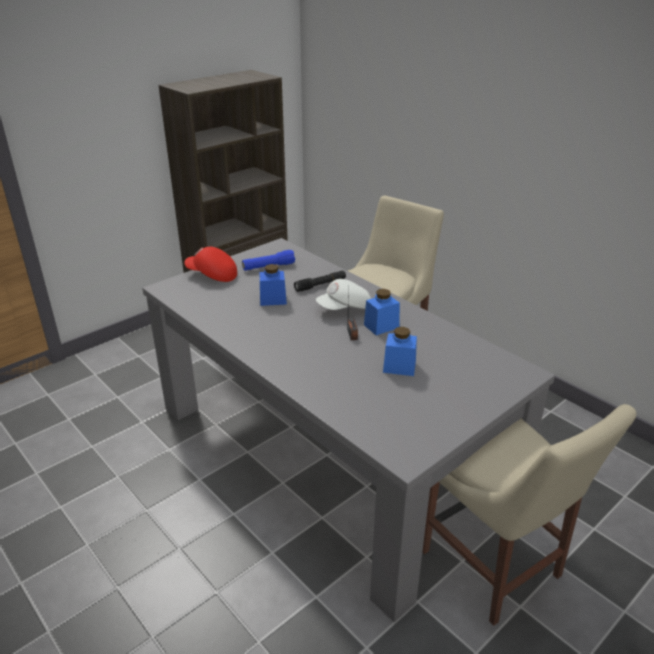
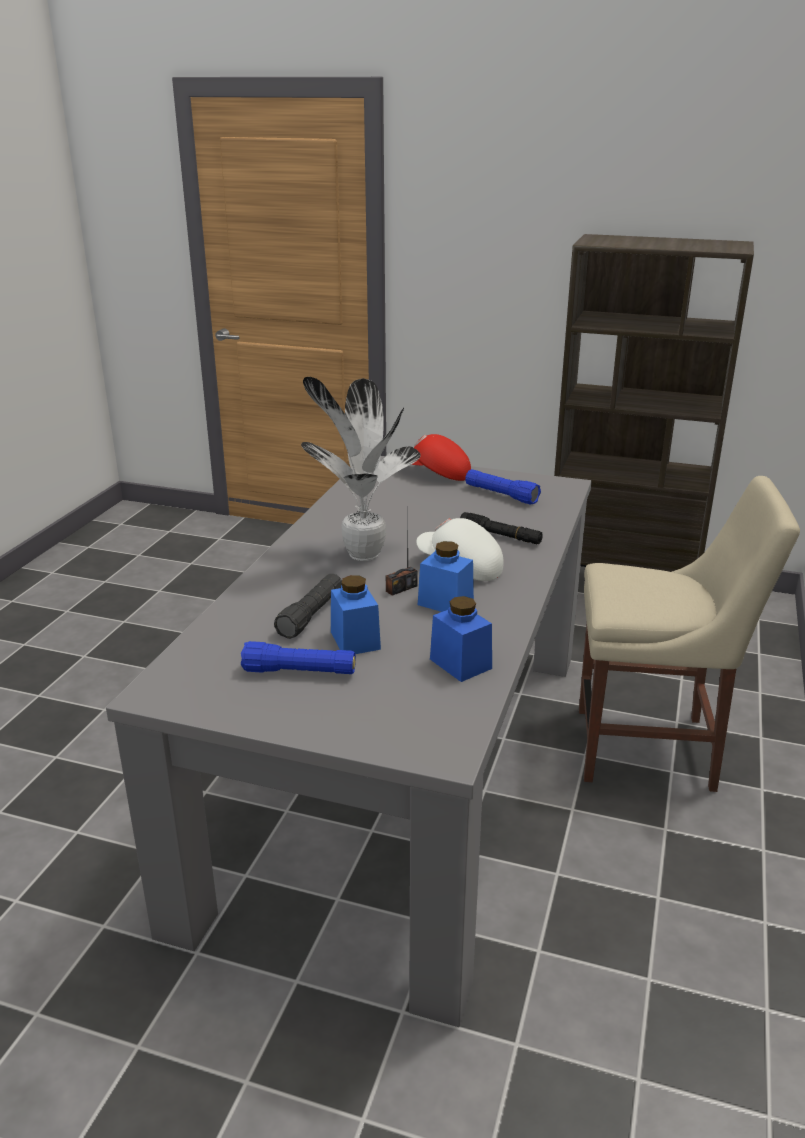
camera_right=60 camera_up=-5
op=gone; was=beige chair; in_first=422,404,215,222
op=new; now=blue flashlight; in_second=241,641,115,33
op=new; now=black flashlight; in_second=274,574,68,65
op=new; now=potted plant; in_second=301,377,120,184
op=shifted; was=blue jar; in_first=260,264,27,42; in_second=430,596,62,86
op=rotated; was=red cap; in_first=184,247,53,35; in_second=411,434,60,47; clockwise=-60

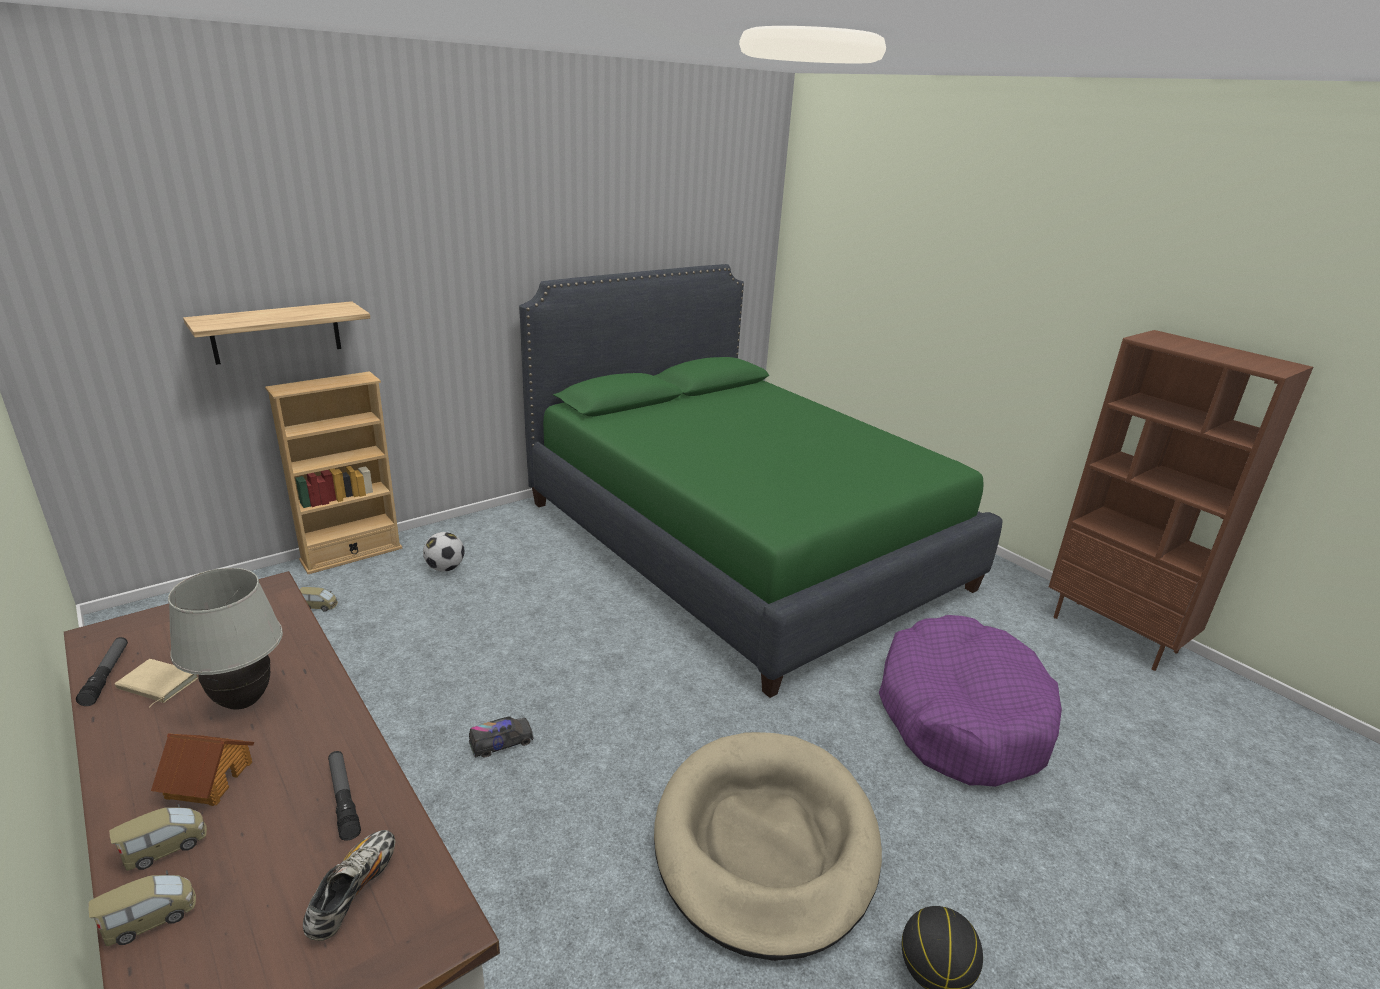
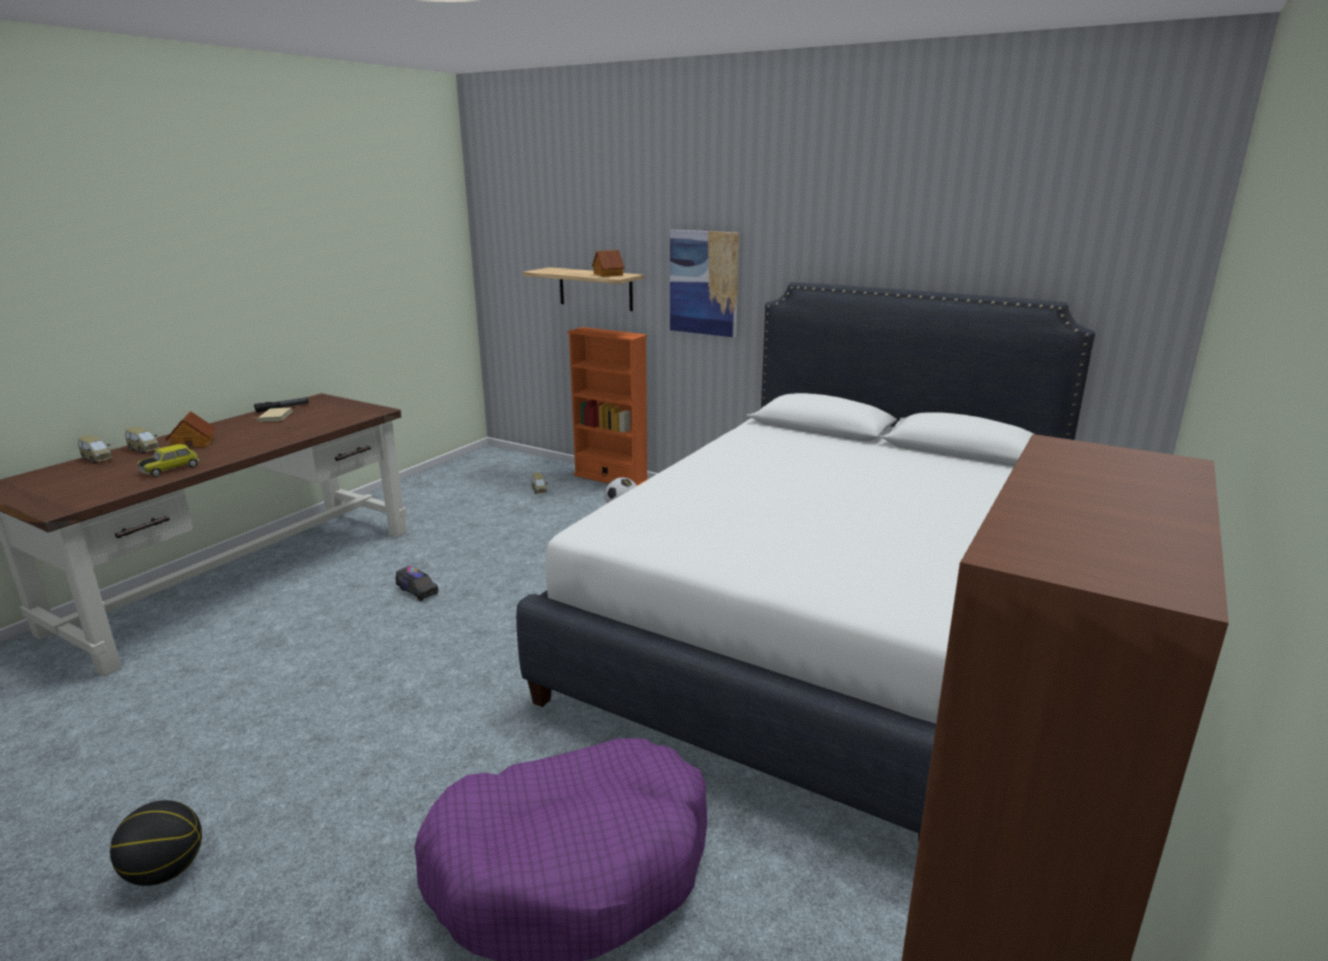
camera_right=70 camera_up=-5
op=gone; was=white table lamp; in_first=168,568,115,142
op=gone; was=shoe; in_first=303,830,92,111
op=gone; was=beige dog bed; in_first=654,732,228,229
op=new; now=toy house; in_second=592,250,33,27
op=new; now=picture; in_second=670,230,69,107
op=swapped; was=flashlight; now=toy car; in_first=328,751,33,90; in_second=137,444,62,33
op=repainted; was=beige bookcase; now=orange bookcase; in_first=265,372,137,202; in_second=567,327,81,159
op=repainted; was=green bed; now=white bed; in_first=519,264,484,434; in_second=516,282,579,563

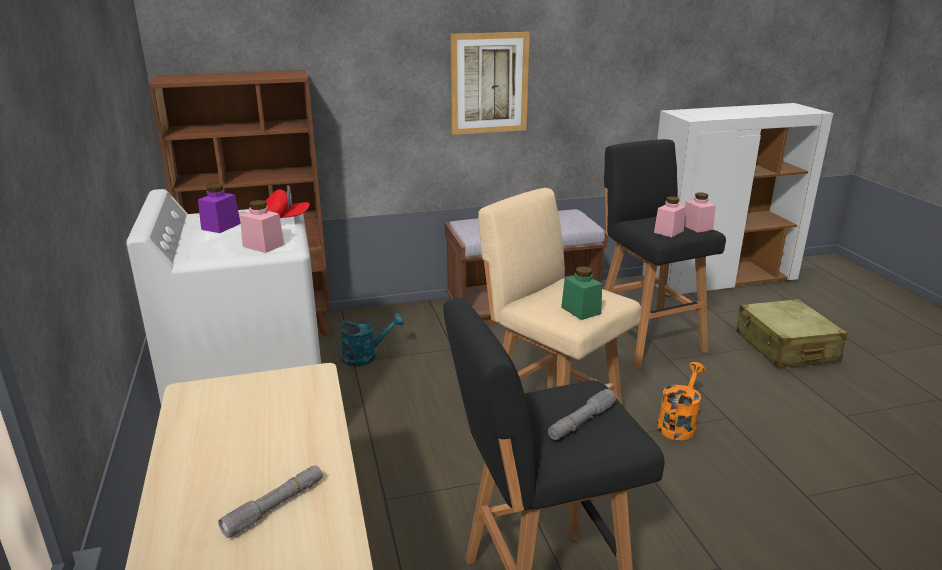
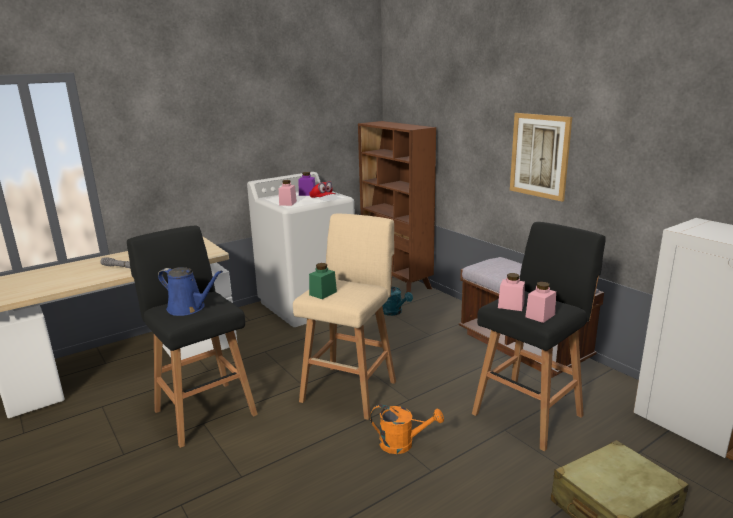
camera_right=70 camera_up=-5
op=swapped; was=grey flashlight; now=blue watering can; in_first=548,389,68,51; in_second=158,267,65,49

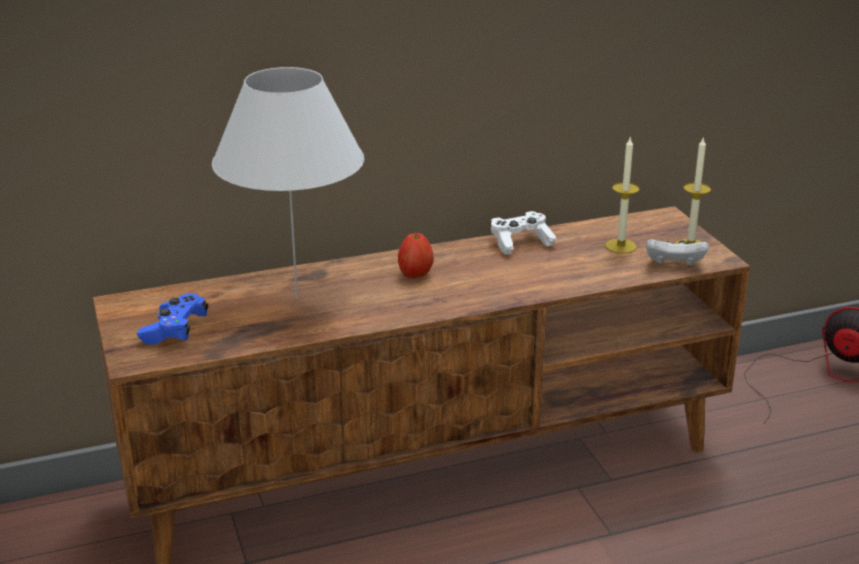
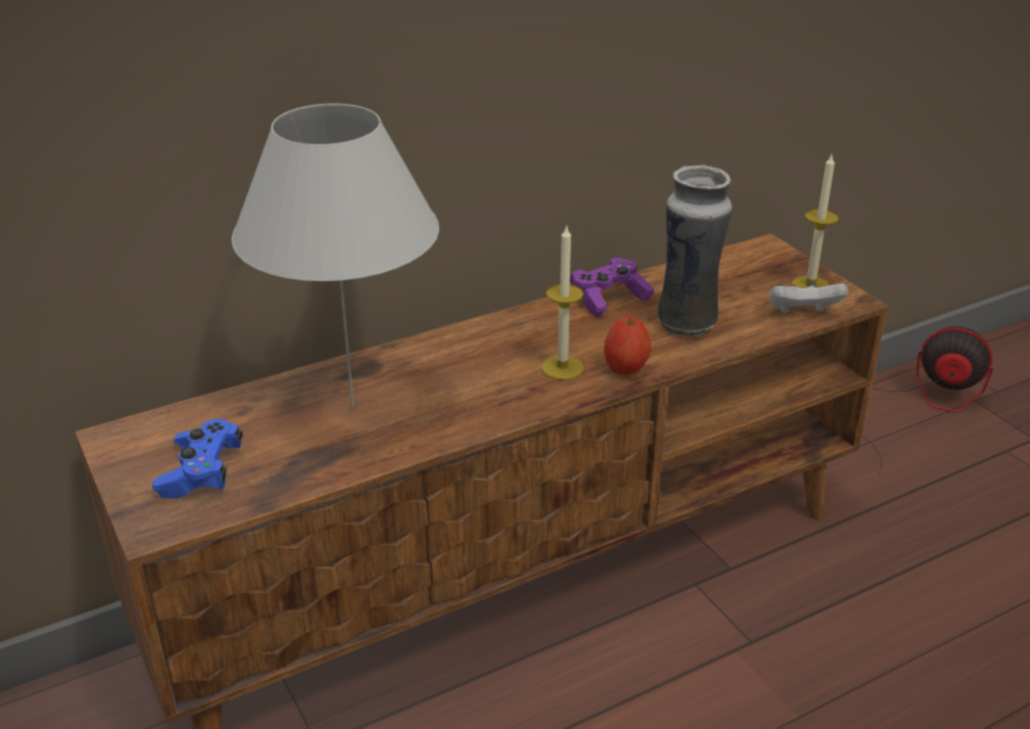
camera_right=-10 camera_up=5
op=new; now=vase; in_second=657,165,75,172
op=shifted; was=apple; in_first=398,233,36,45; in_second=604,317,47,58
op=shifted; was=candle; in_first=605,136,35,118; in_second=542,224,42,156
op=repainted; was=white game controller; now=purple game controller; in_first=490,211,67,44; in_second=570,257,84,60

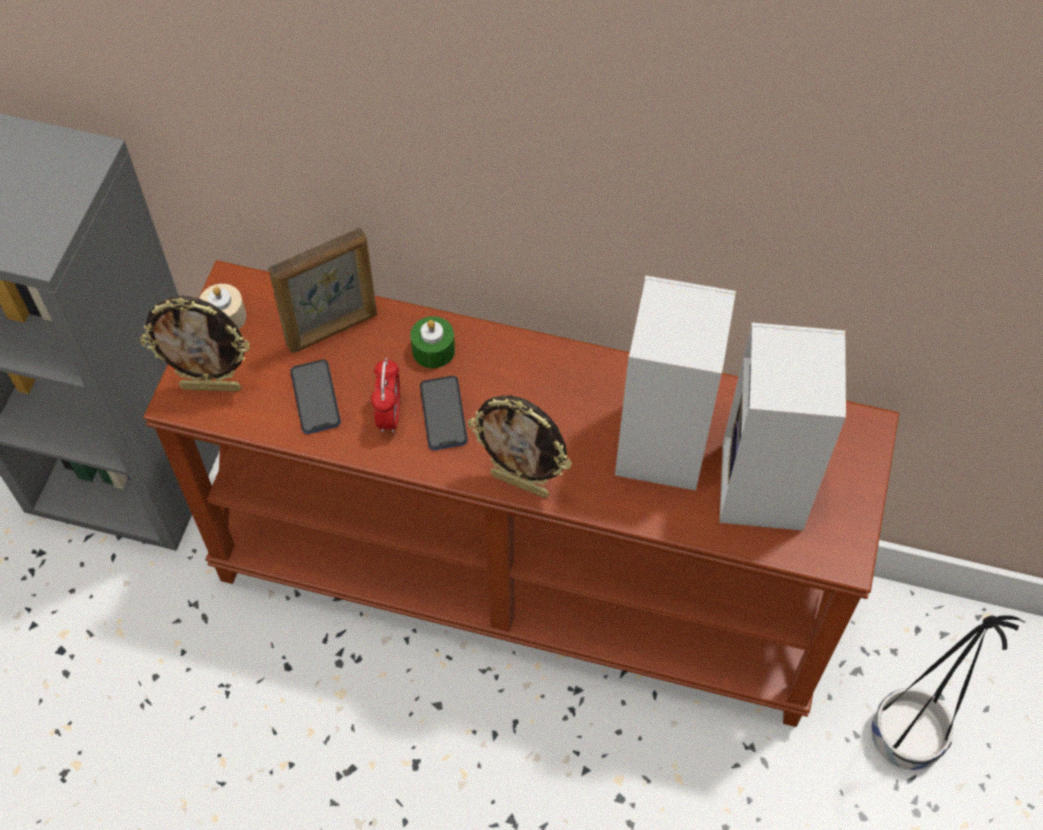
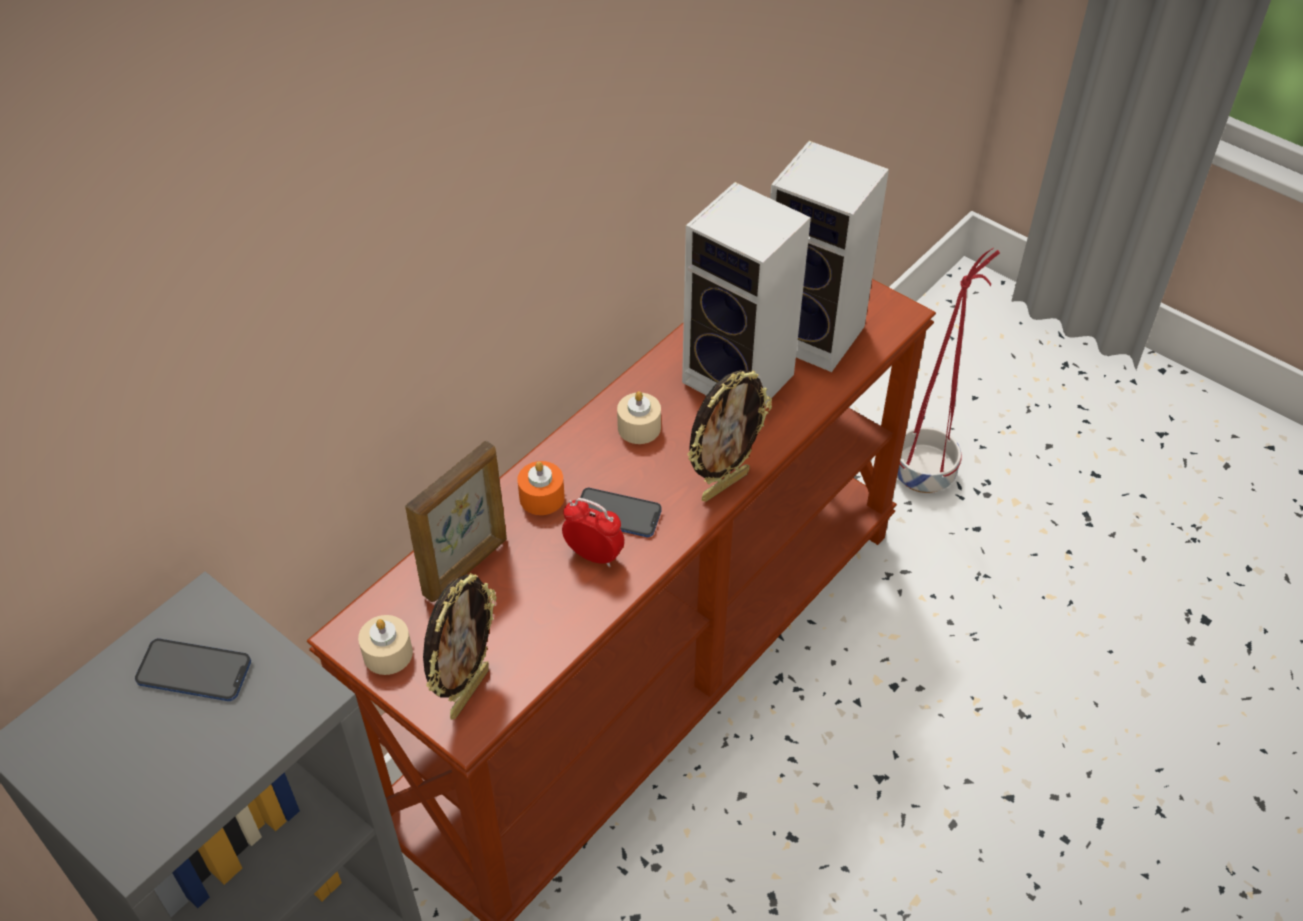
camera_right=-65 camera_up=-10
op=new; now=beige candle; in_second=617,391,44,53
op=shifted; was=phone; in_first=290,359,51,75; in_second=135,638,116,63
op=repainted; was=green candle; now=orange candle; in_first=410,316,45,52; in_second=517,461,48,54
op=repainted; was=black planter; now=red planter; in_first=871,615,154,155; in_second=897,248,103,245
op=rotated; was=picture frame; in_first=268,228,109,125; in_second=405,441,102,161; clockwise=45

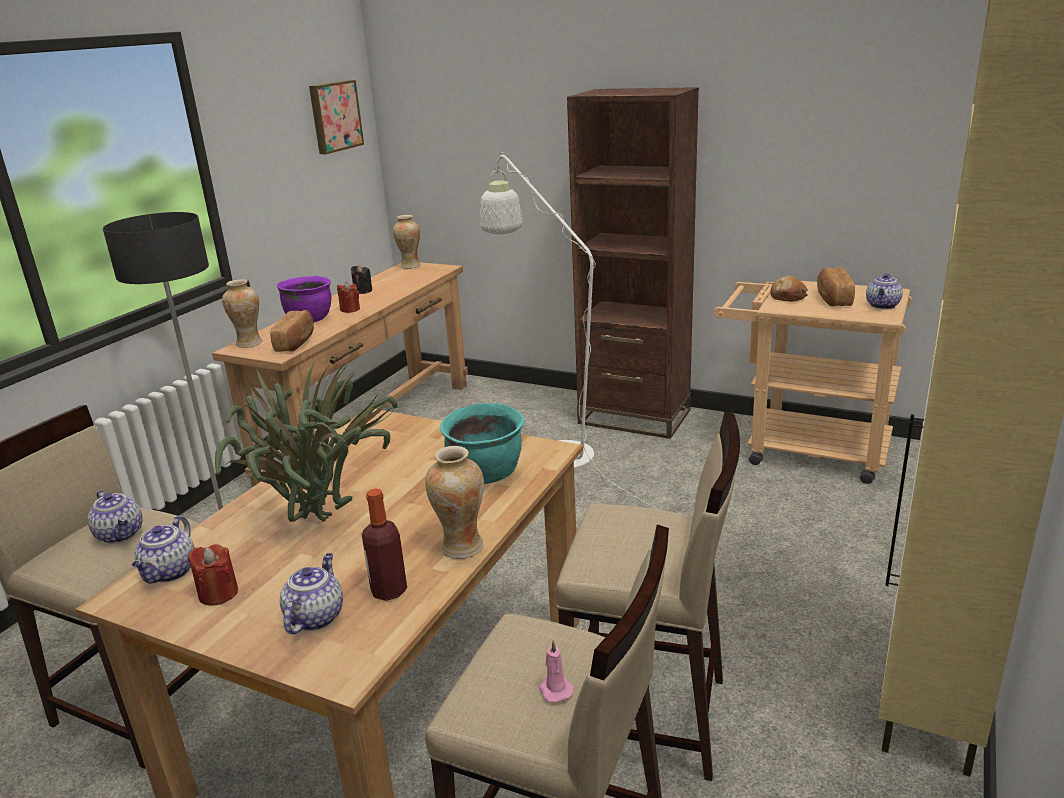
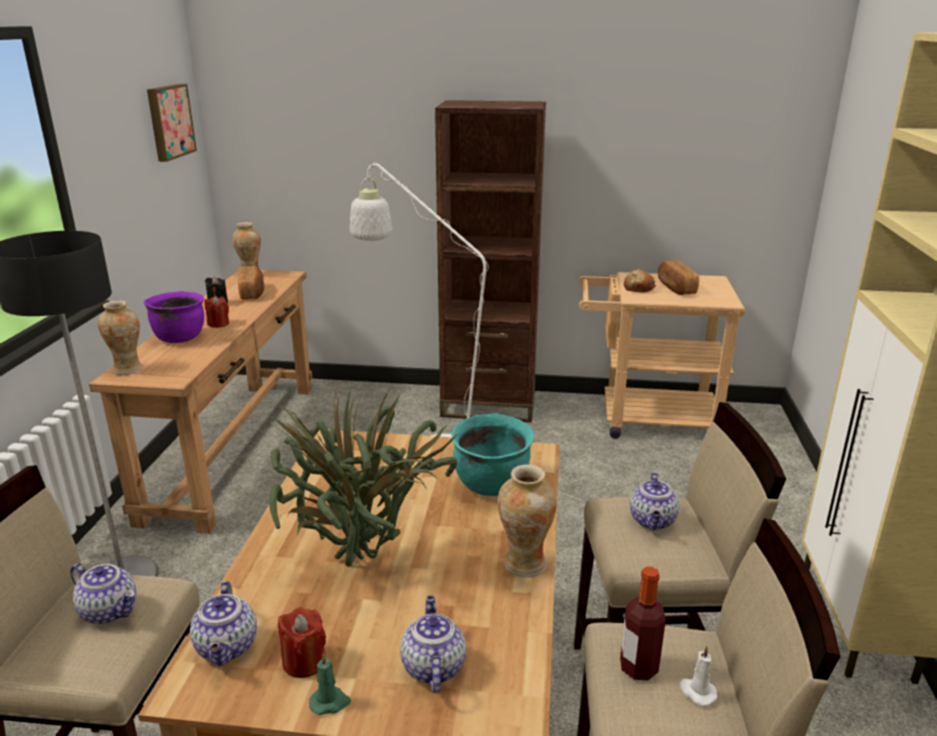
camera_right=-20 camera_up=0
op=new; now=green candle; in_second=309,652,42,63
op=shifted; was=bread; in_first=270,310,44,42; in_second=238,265,27,35
op=shifted; was=bottle; in_first=362,488,45,113; in_second=620,567,46,114
op=shifted; was=teapot; in_first=866,274,37,35; in_second=630,472,49,58
op=repainted; was=pink candle; now=white candle; in_first=539,640,35,63; in_second=680,646,37,60

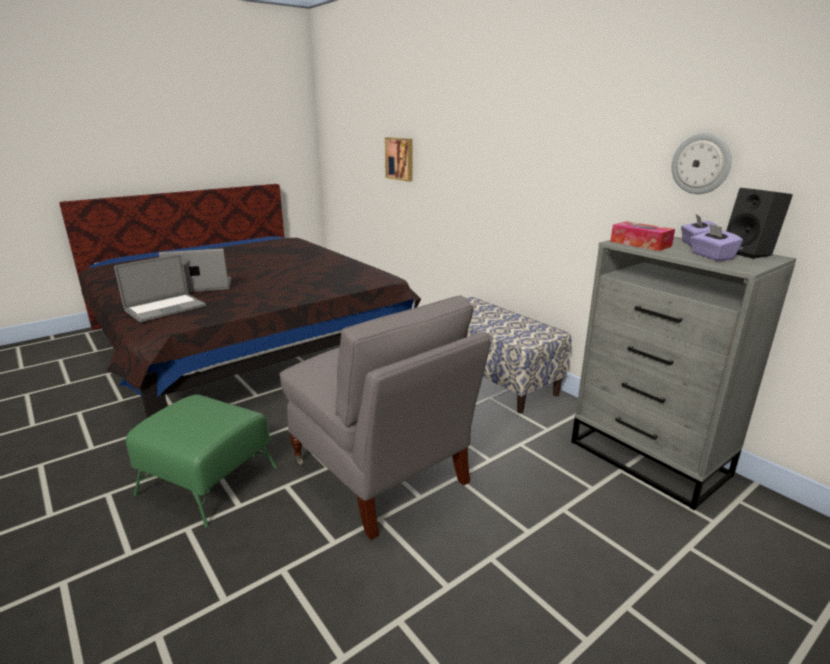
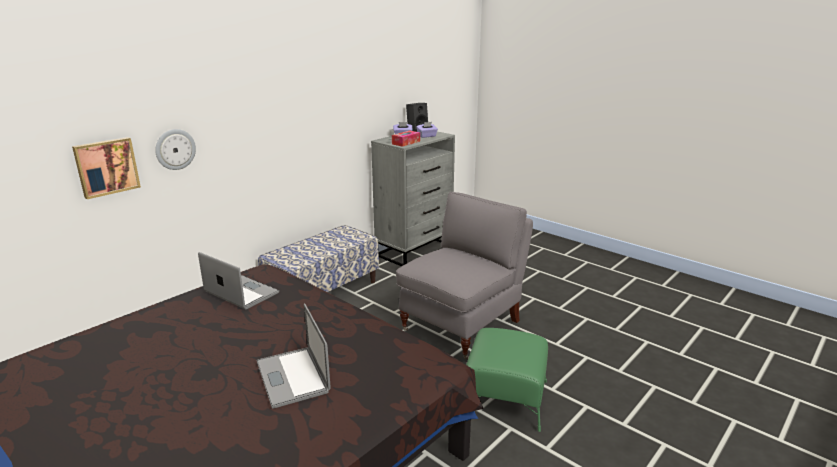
camera_right=-100 camera_up=0
op=shifted; was=laptop; in_first=114,254,92,68; in_second=198,252,81,58
op=shifted; was=wall clock; in_first=672,133,60,61; in_second=155,129,41,41

